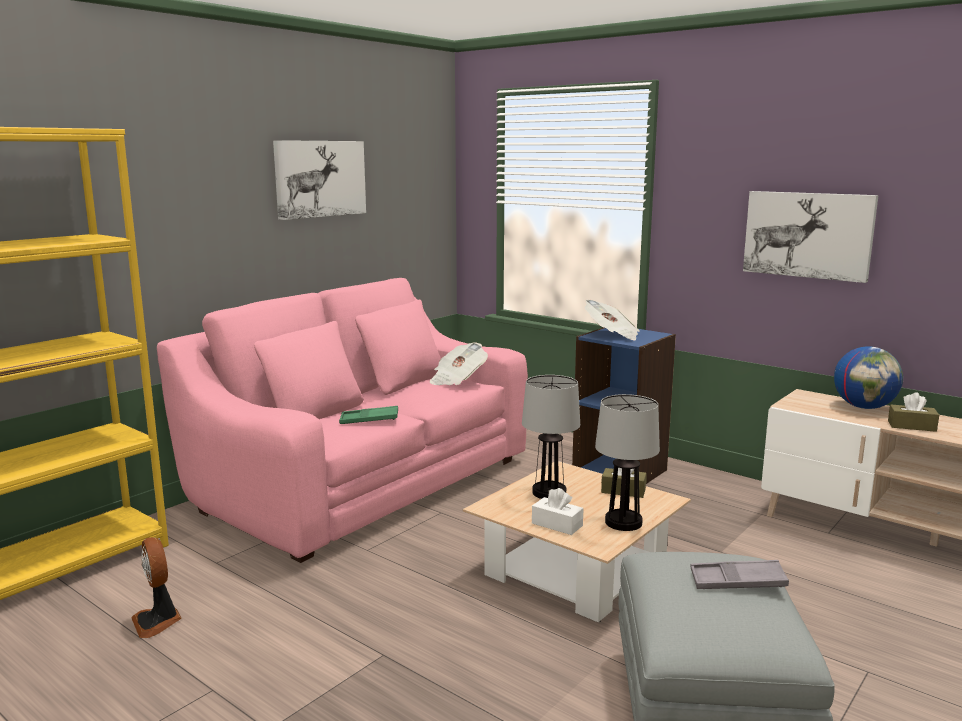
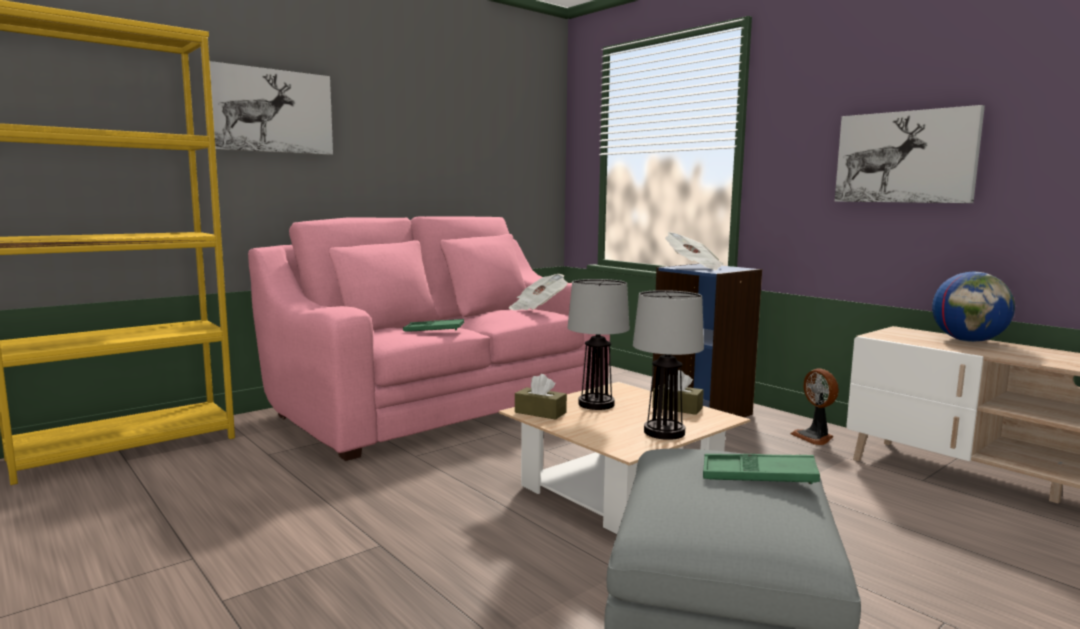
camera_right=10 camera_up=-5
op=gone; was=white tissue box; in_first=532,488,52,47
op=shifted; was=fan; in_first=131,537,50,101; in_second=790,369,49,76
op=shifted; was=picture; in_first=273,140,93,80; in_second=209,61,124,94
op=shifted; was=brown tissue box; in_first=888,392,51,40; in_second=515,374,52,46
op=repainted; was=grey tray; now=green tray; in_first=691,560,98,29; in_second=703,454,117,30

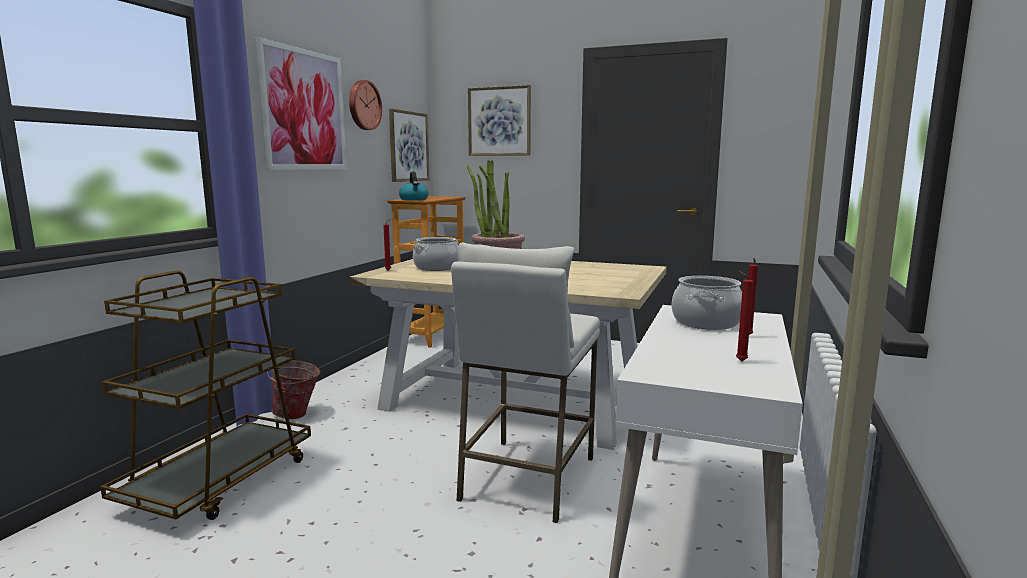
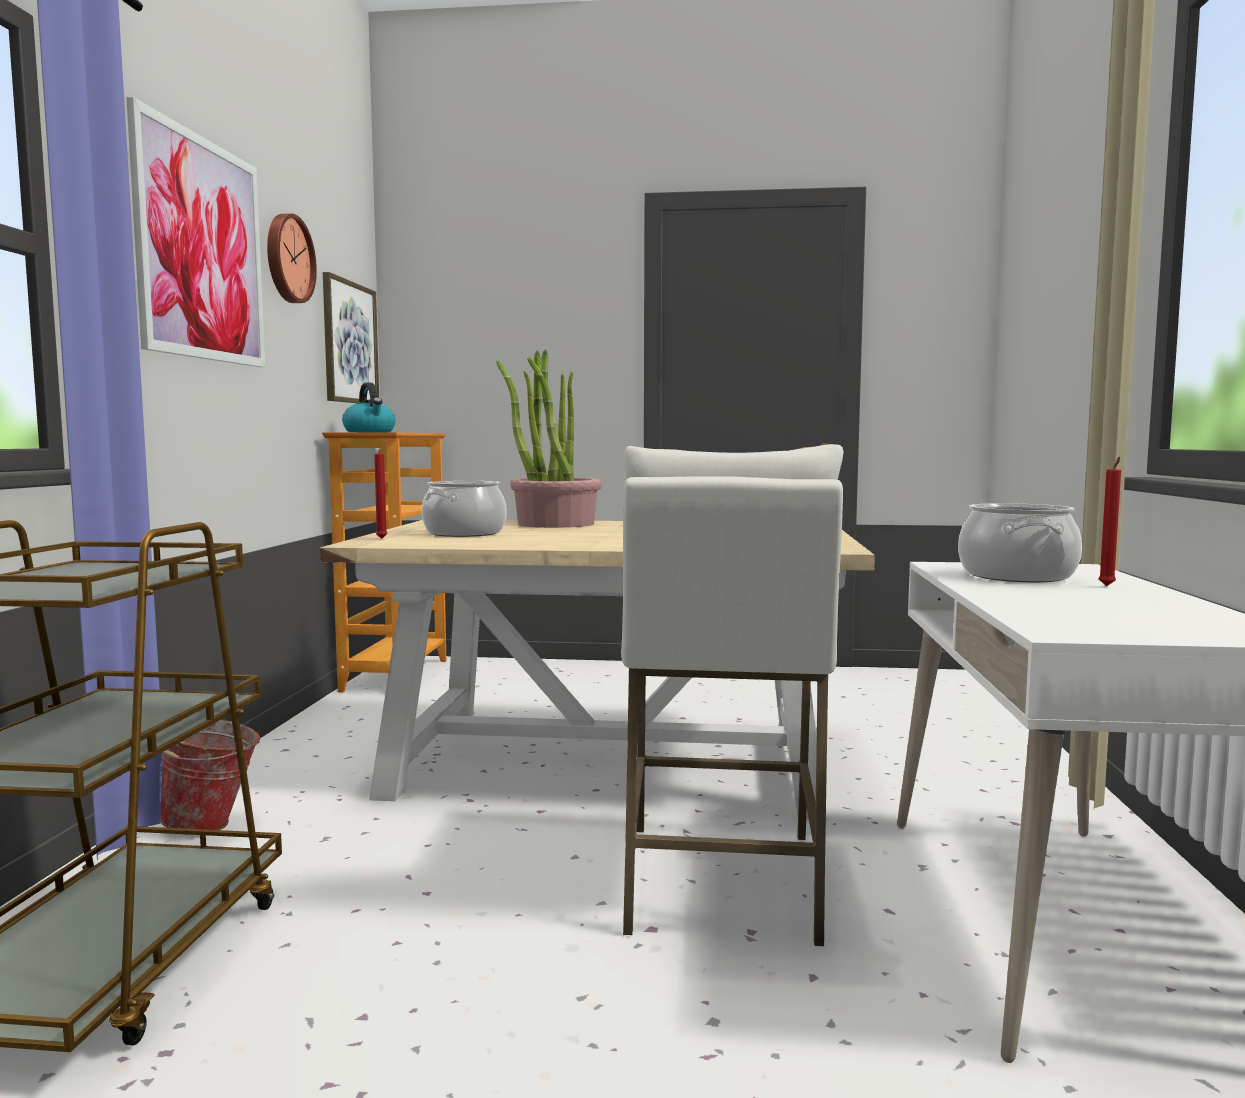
camera_right=-15 camera_up=-5
op=gone; was=picture; in_first=468,85,63,71
op=gone; was=red candle; in_first=736,271,17,91

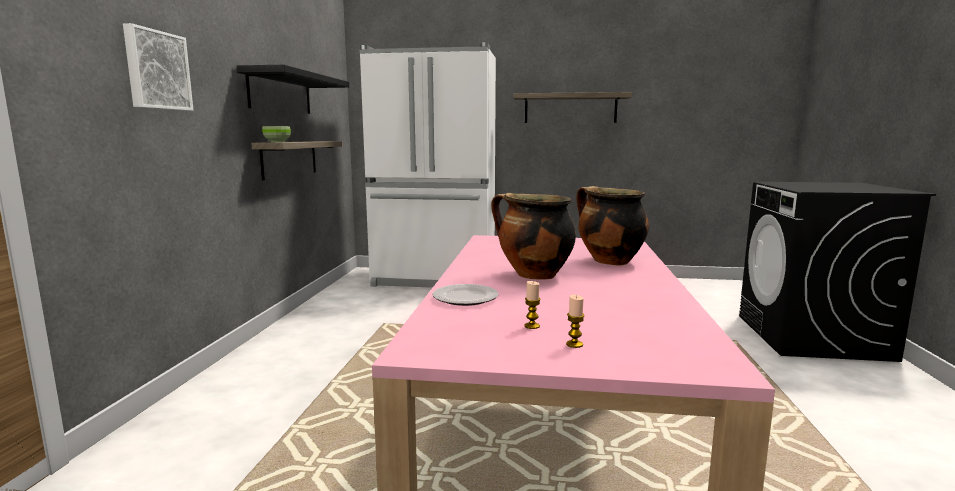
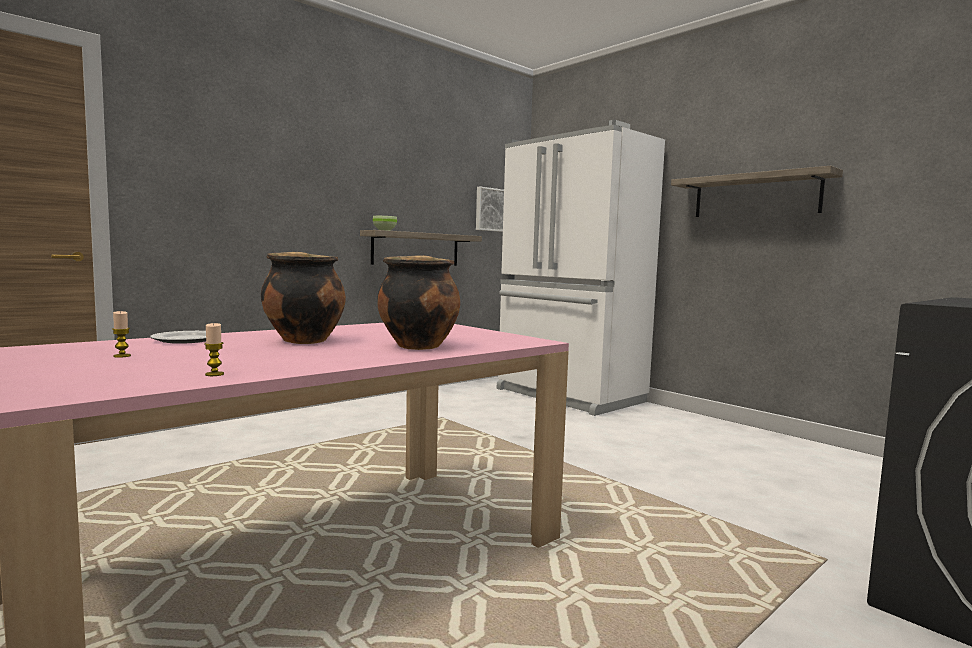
camera_right=40 camera_up=-5
op=gone; was=black shelf; in_first=237,65,112,49
op=shifted; was=picture; in_first=123,23,70,88; in_second=476,186,28,46
op=shifted; was=candle; in_first=566,295,19,53; in_second=204,323,20,53

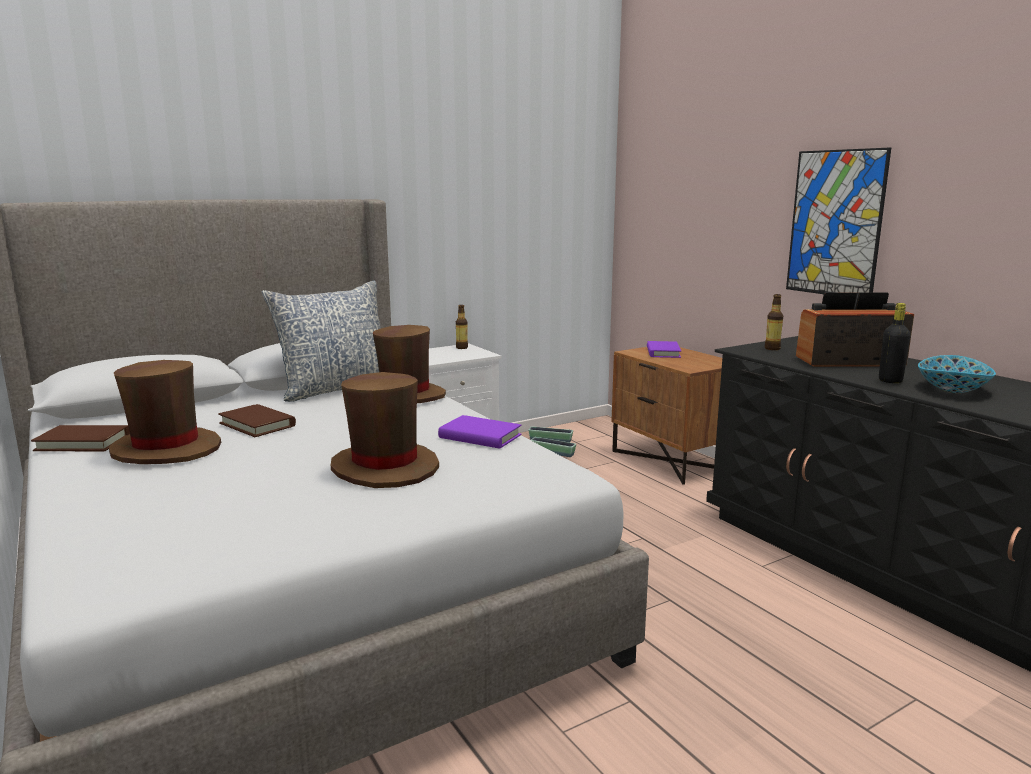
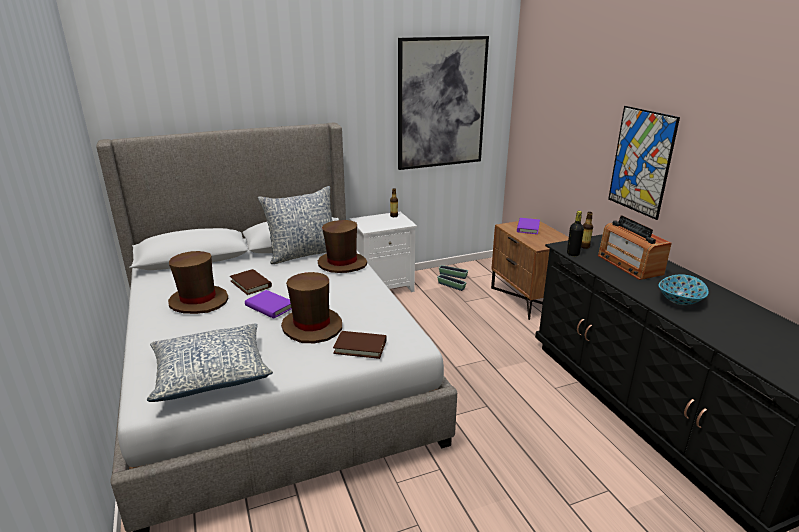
camera_right=10 camera_up=10
op=new; now=pillow; in_second=147,324,126,78
op=new; now=picture; in_second=398,36,91,134
op=shifted; was=brown book; in_first=31,425,99,26; in_second=333,331,54,28
op=shifted; was=purple book; in_first=438,415,83,33; in_second=245,290,46,29
op=shifted; was=black bottle; in_first=879,303,31,80; in_second=567,211,17,45
op=rotated; was=radio; in_first=796,292,118,75; in_second=598,215,74,65; clockwise=-120

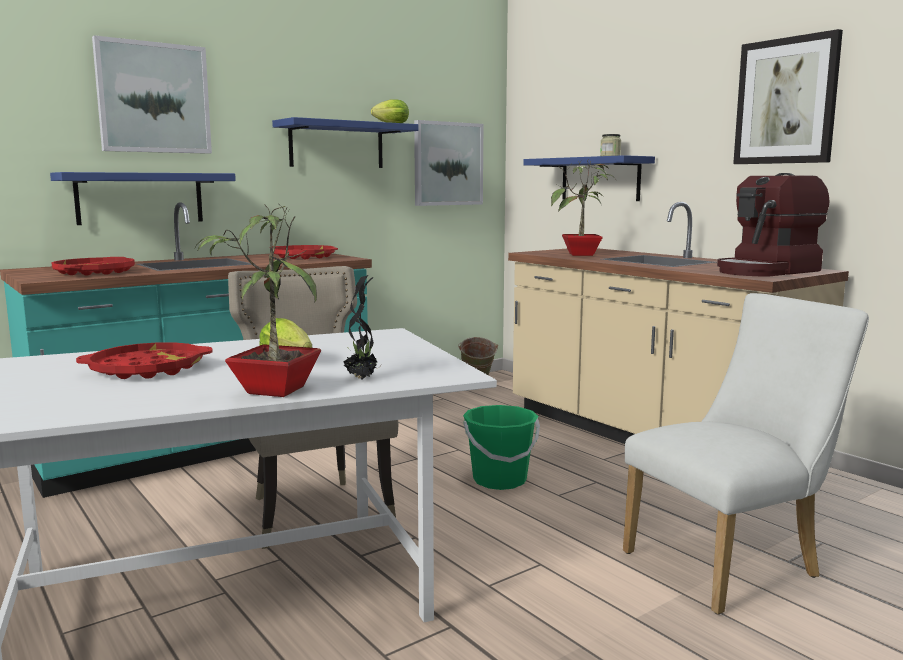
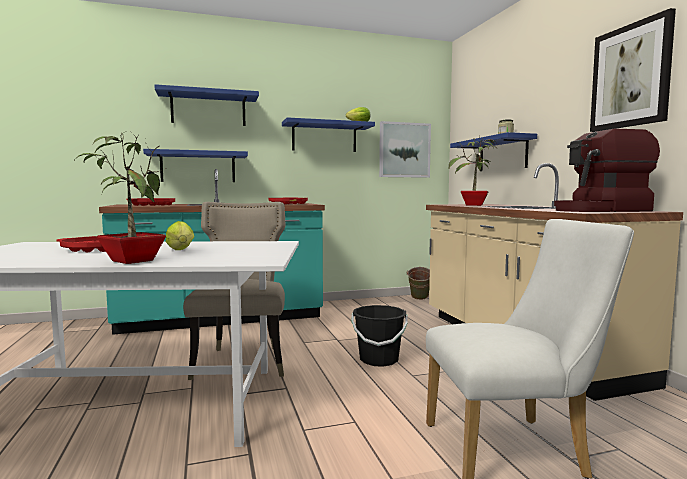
camera_right=20 camera_up=-5
op=gone; was=potted plant; in_first=343,275,35,105
op=swapped; was=picture; now=blue shelf; in_first=92,35,120,119; in_second=155,84,104,42
op=repainted; was=green bucket; now=black bucket; in_first=463,405,77,85; in_second=351,305,57,62

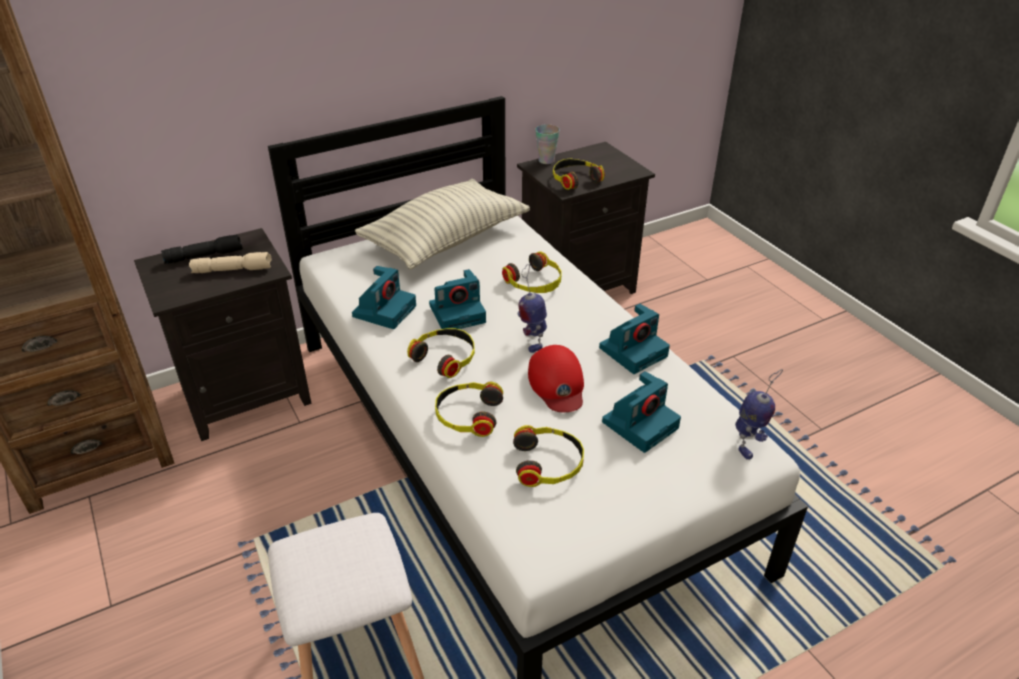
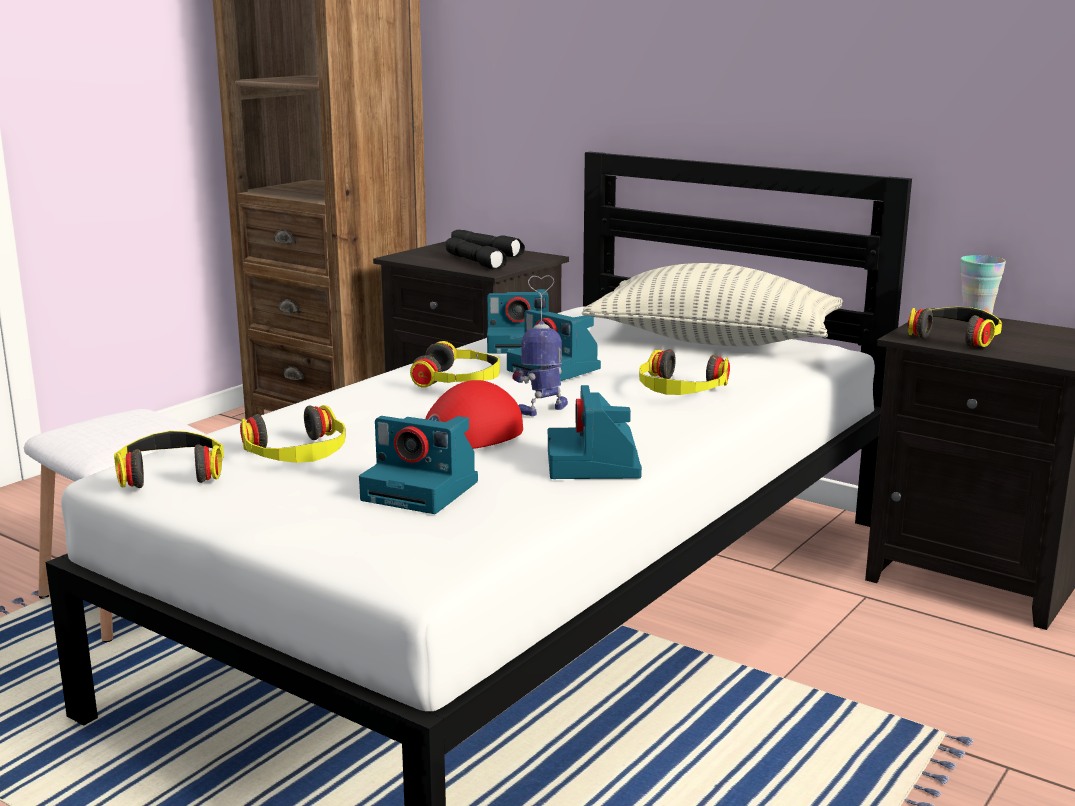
camera_right=65 camera_up=-20
op=gone; was=toy robot; in_first=735,369,48,91
op=shifted; was=headphones; in_first=435,382,68,55; in_second=114,431,110,57
op=repainted; was=beige flashlight; now=black flashlight; in_first=189,252,83,21; in_second=446,237,61,32
op=rotated; was=photo camera; in_first=599,304,71,70; in_second=548,385,94,94; clockwise=60

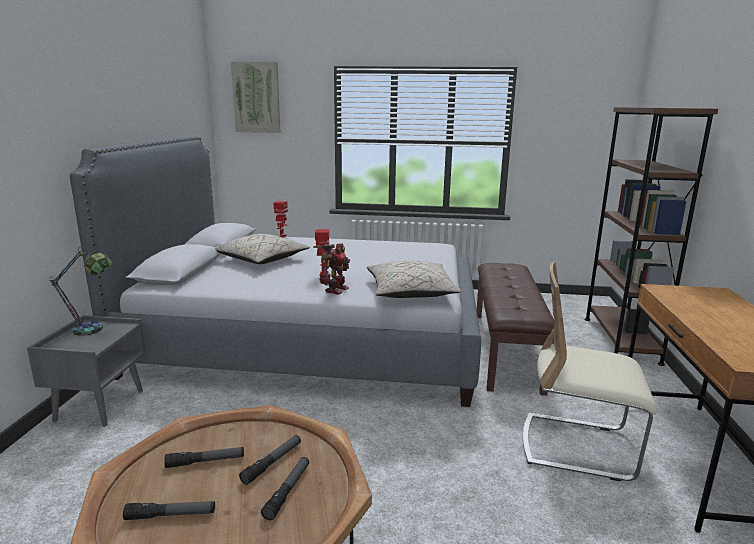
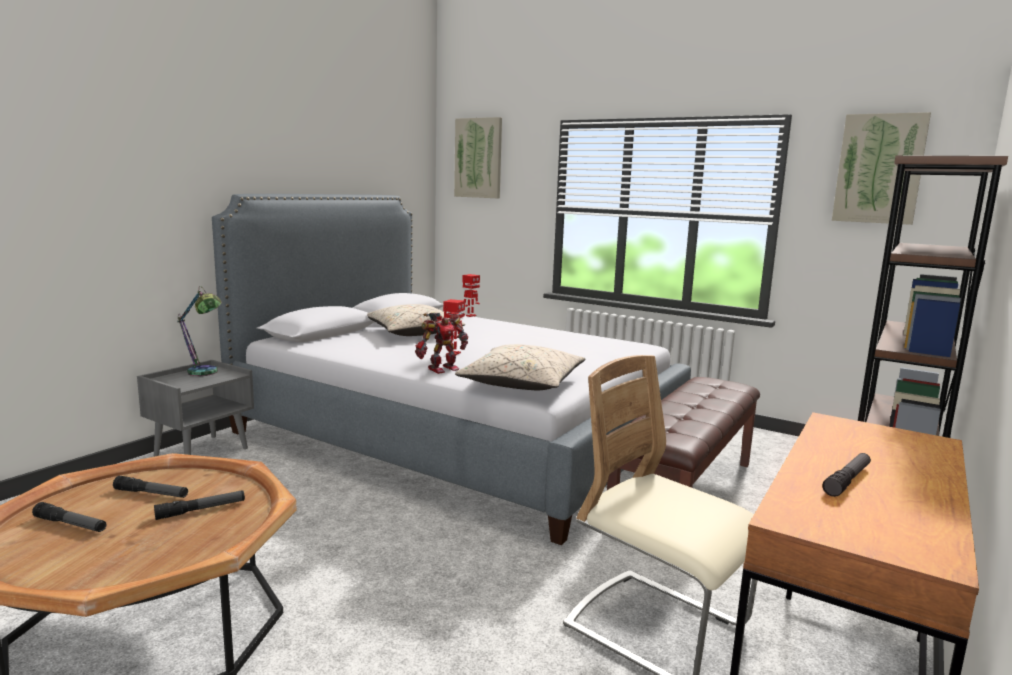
camera_right=25 camera_up=-5
op=new; now=picture; in_second=832,112,99,113
op=shifted; was=flashlight; in_first=261,457,48,63; in_second=822,453,49,44

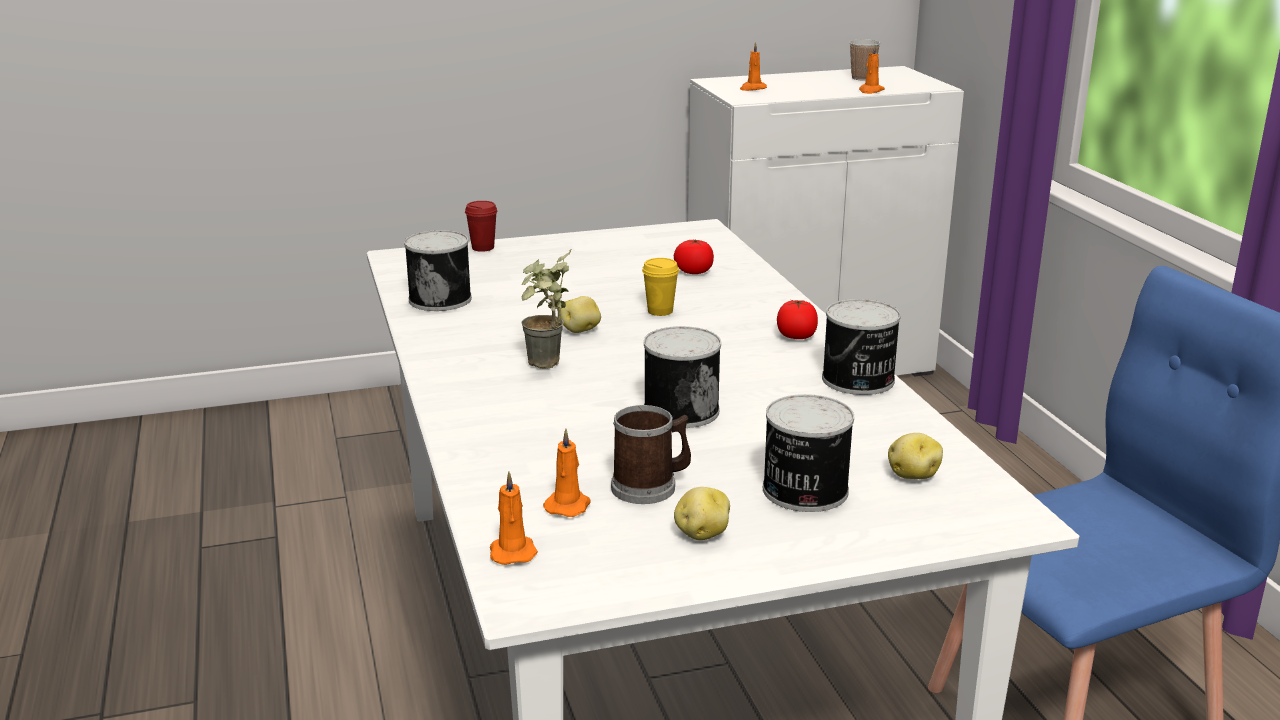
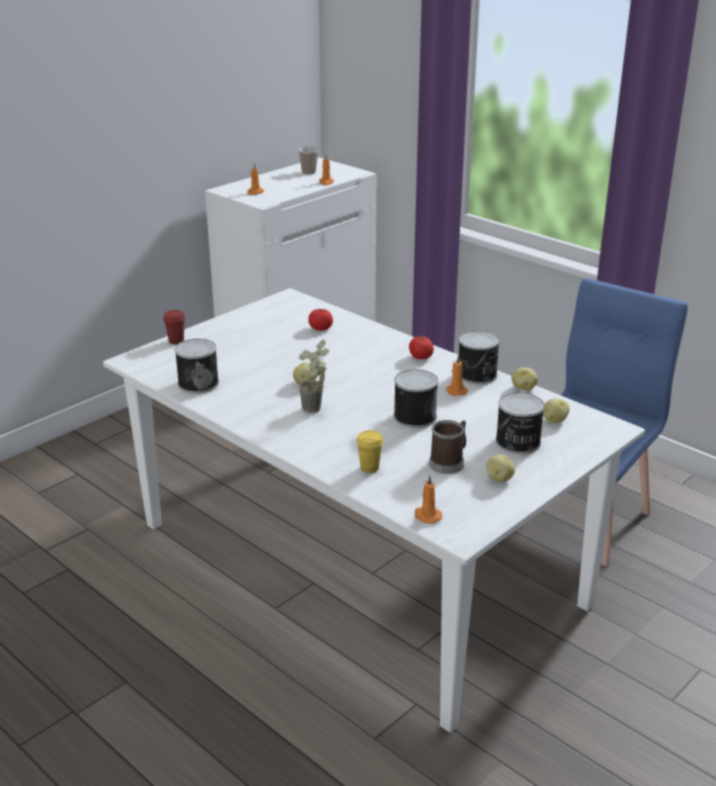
camera_right=-30 camera_up=5
op=new; now=potato; in_second=511,367,27,24
op=shifted; was=orange candle; in_first=543,429,47,88; in_second=446,355,22,41
op=shifted; was=yellow cup; in_first=642,258,37,58; in_second=356,430,28,43

